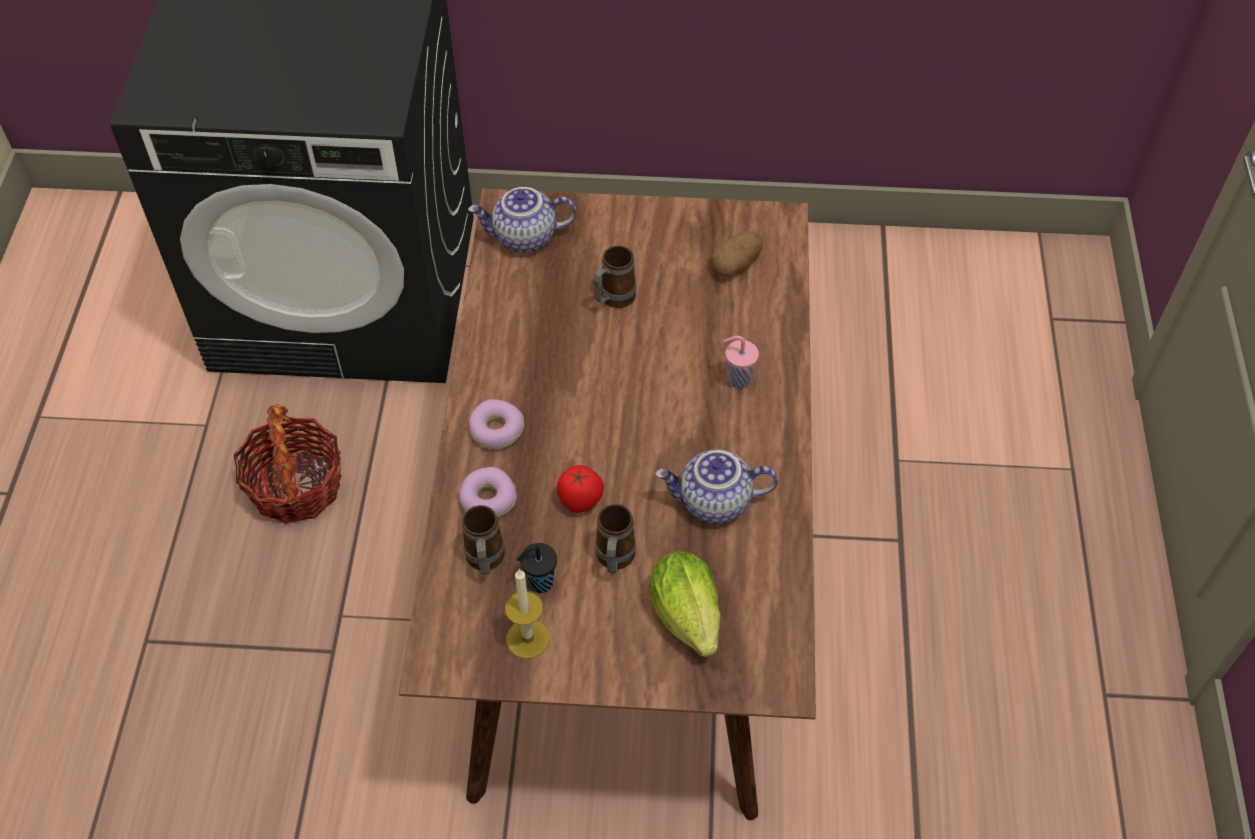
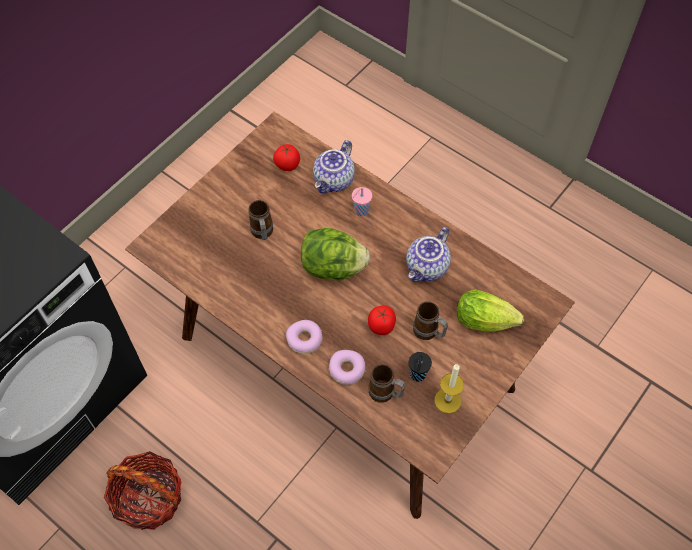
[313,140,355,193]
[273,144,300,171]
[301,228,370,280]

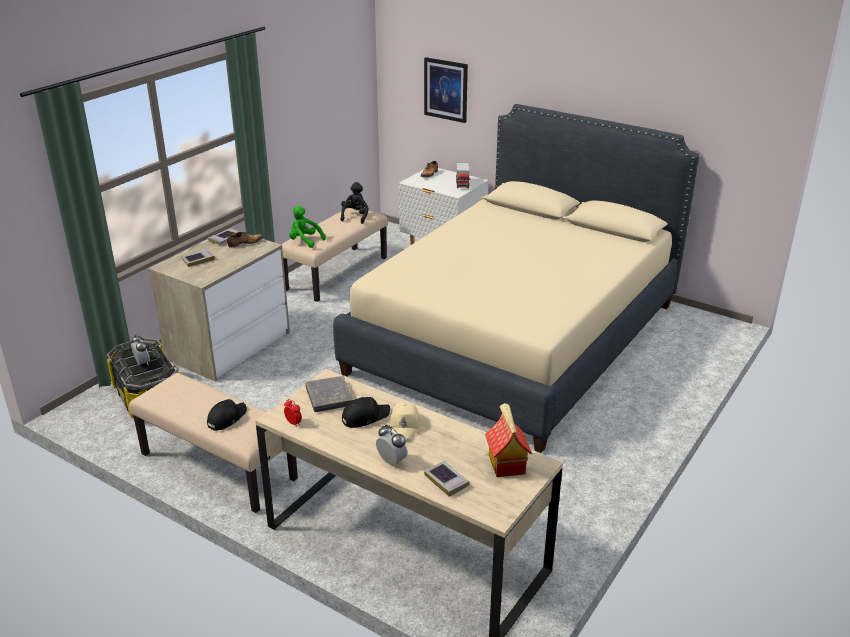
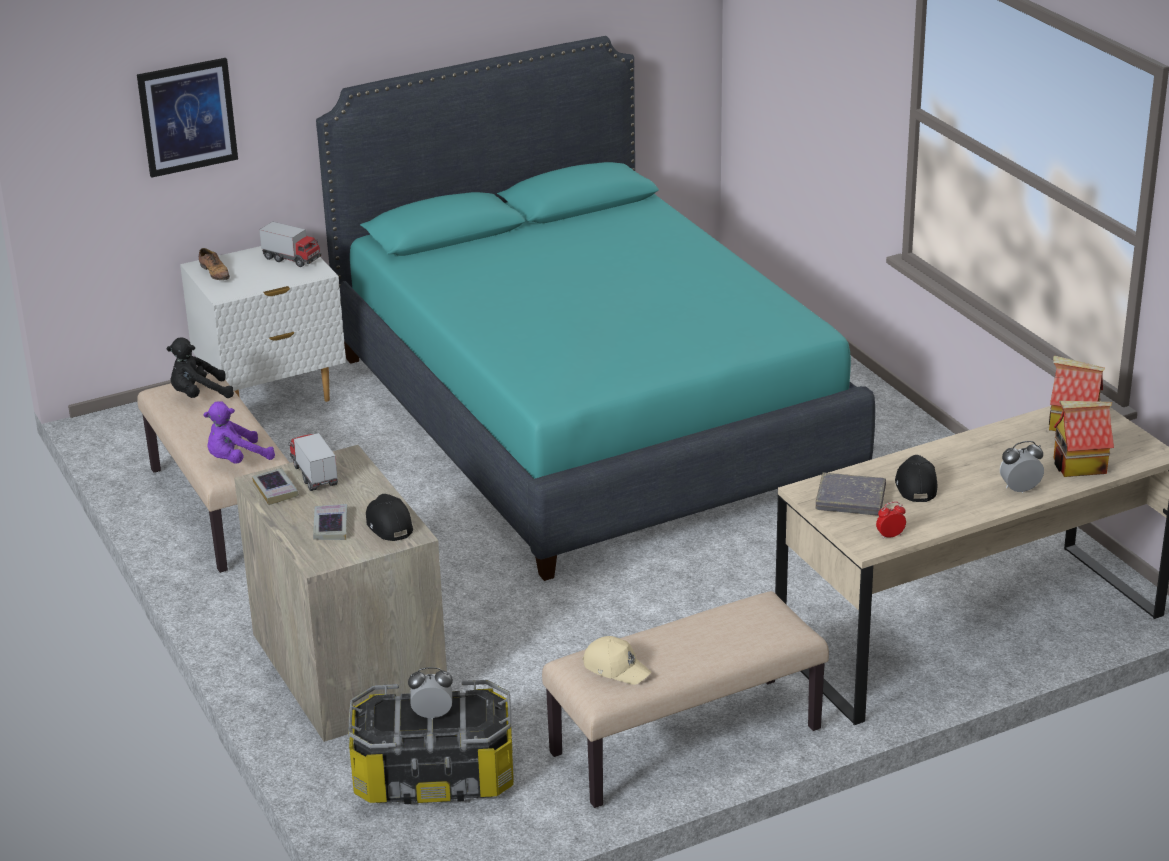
[366,494,413,541]
[288,433,338,491]
[203,401,275,464]
[316,36,875,581]
[166,338,234,398]
[583,636,651,685]
[1053,401,1114,477]

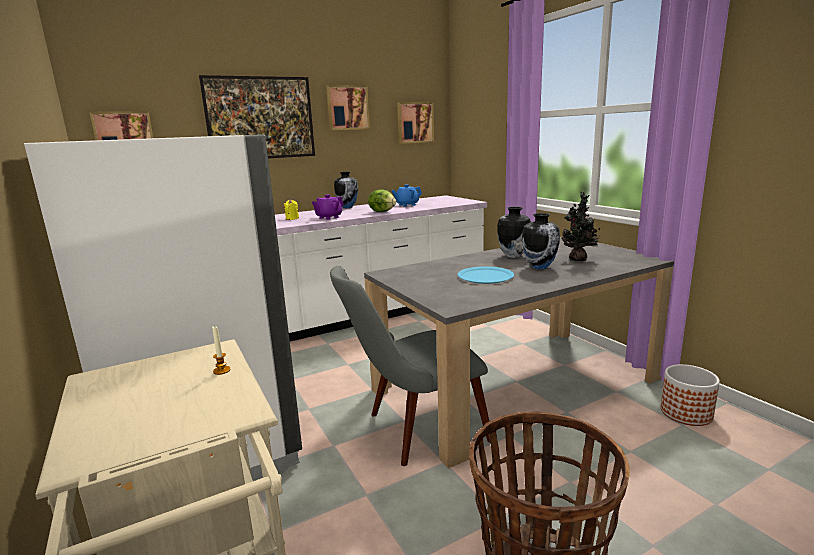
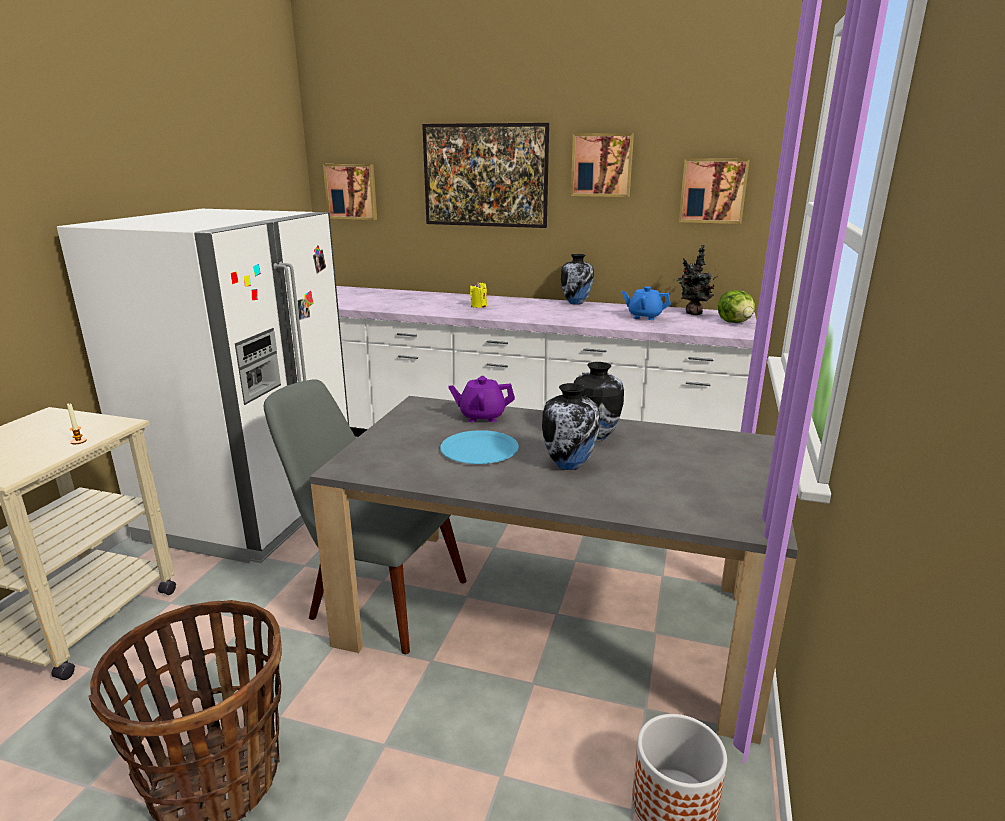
[449,376,515,422]
[718,290,755,323]
[677,244,717,315]

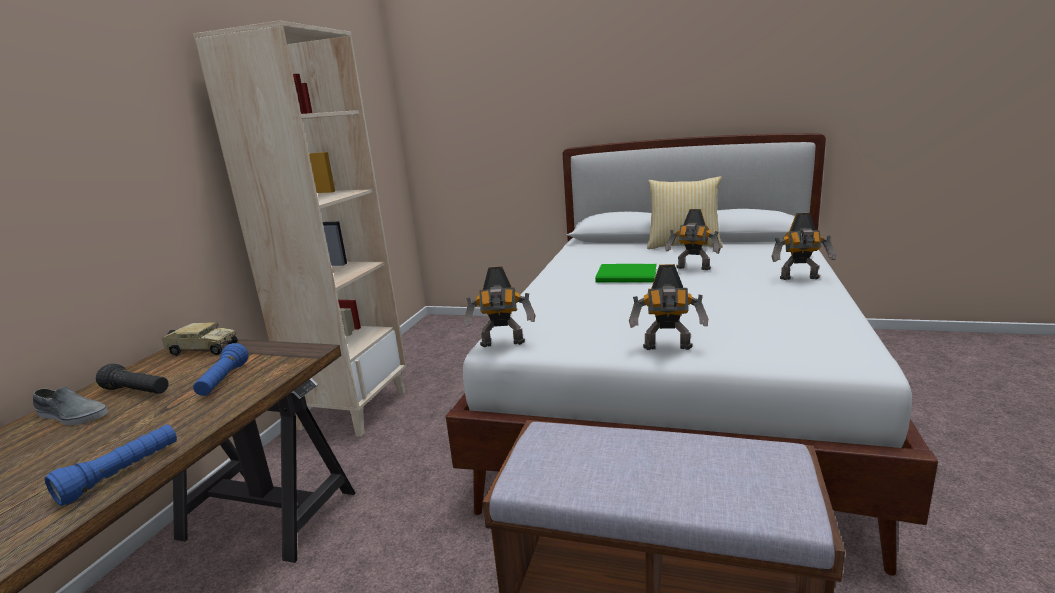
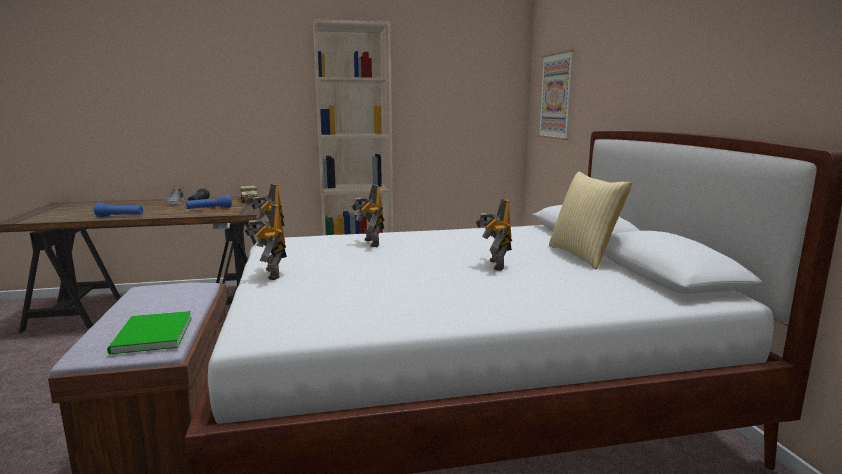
[107,311,192,354]
[351,185,384,247]
[538,50,574,140]

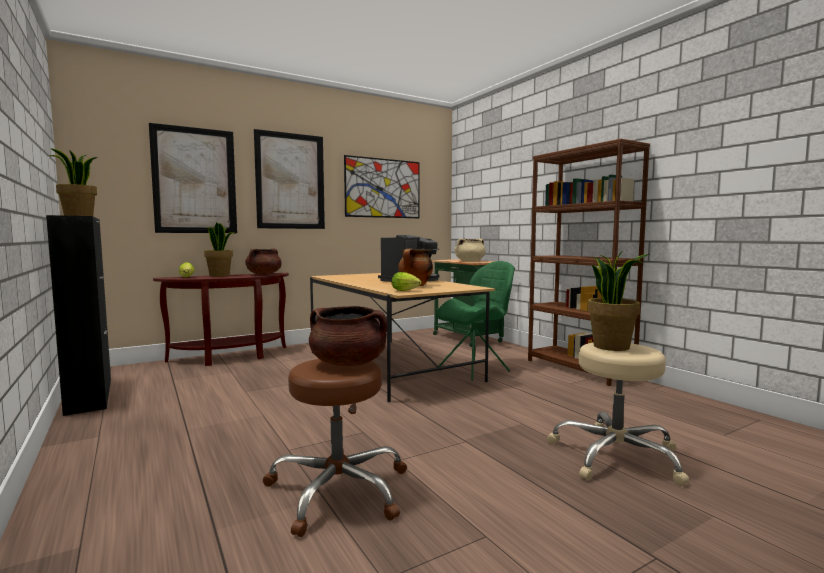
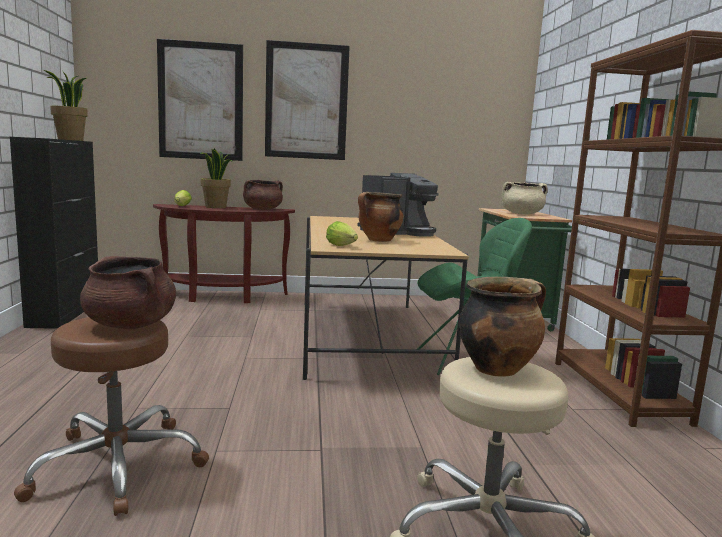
[344,155,420,218] (first image)
[459,277,546,377]

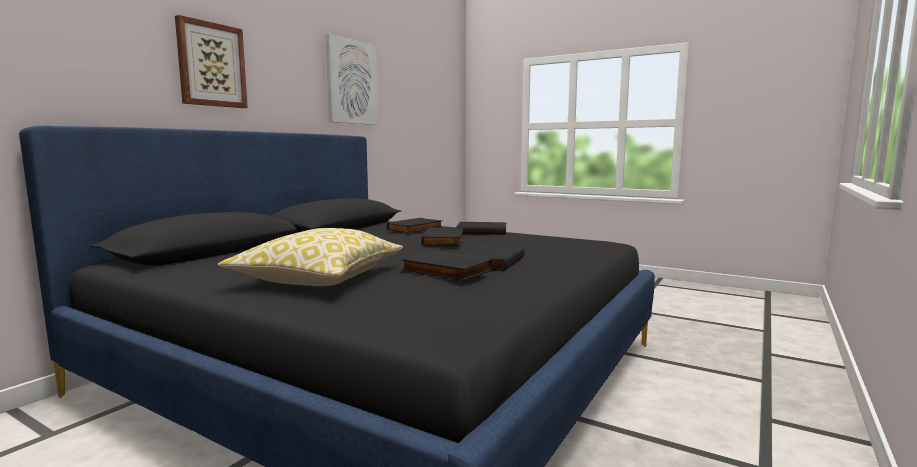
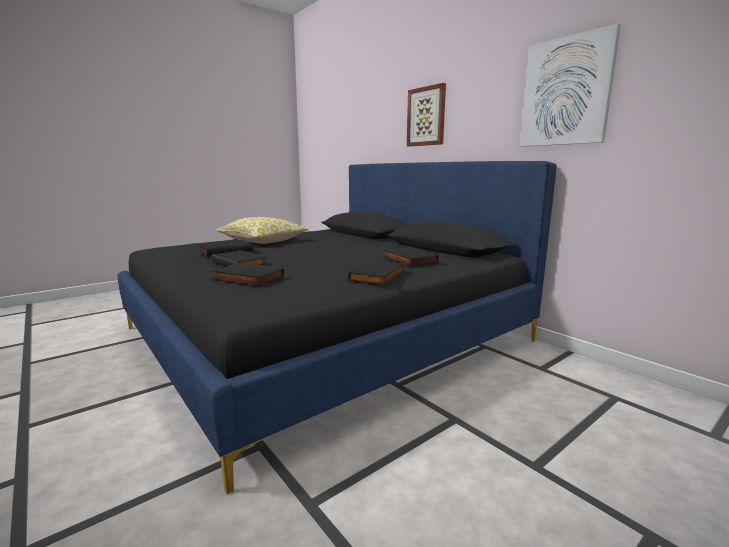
[212,263,284,286]

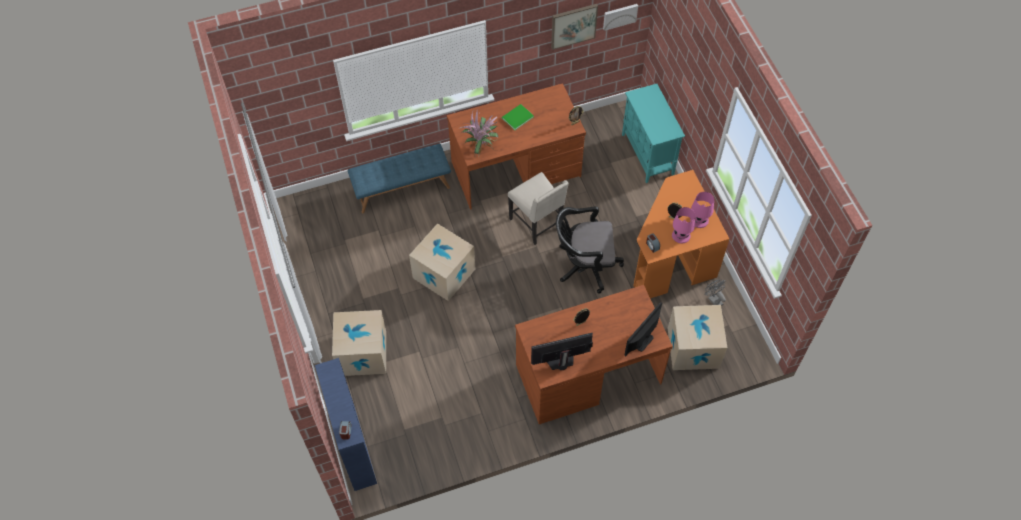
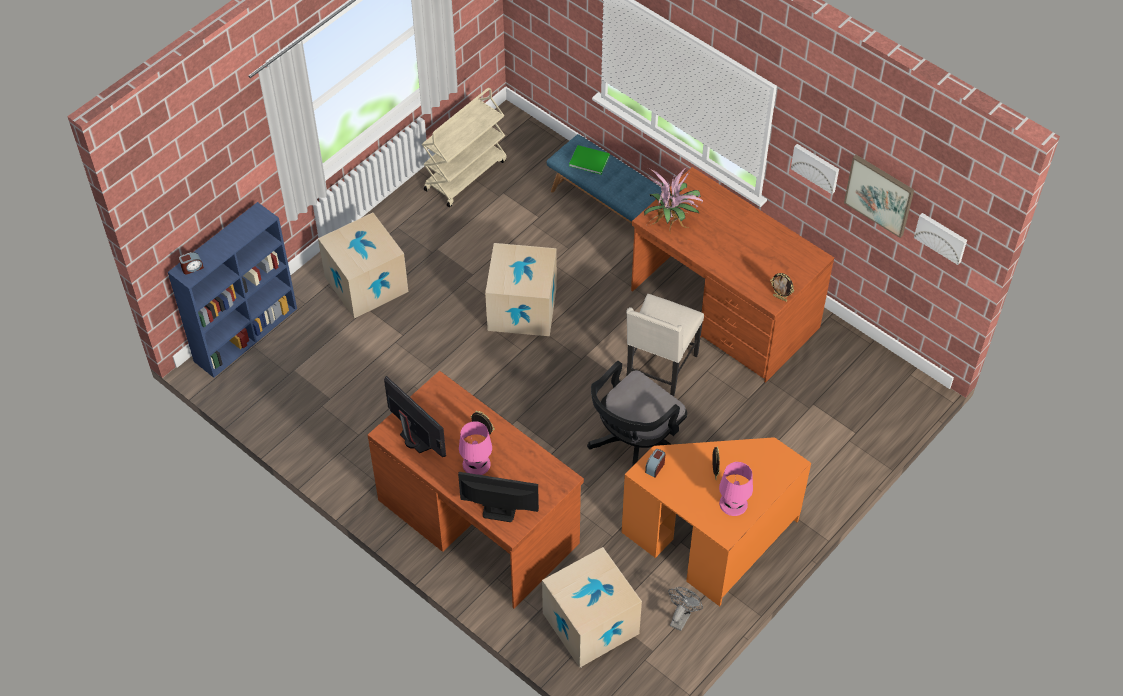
[569,145,610,175]
[587,361,687,467]
[622,84,685,183] (first image)
[459,421,492,475]
[422,88,507,207]
[791,144,839,194]

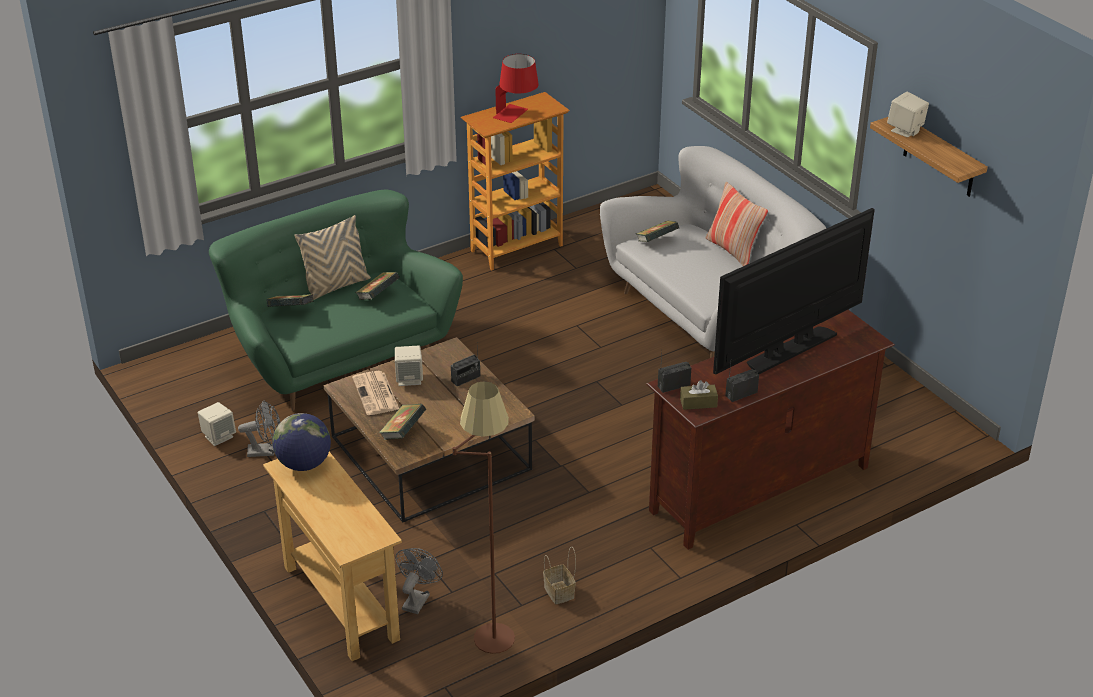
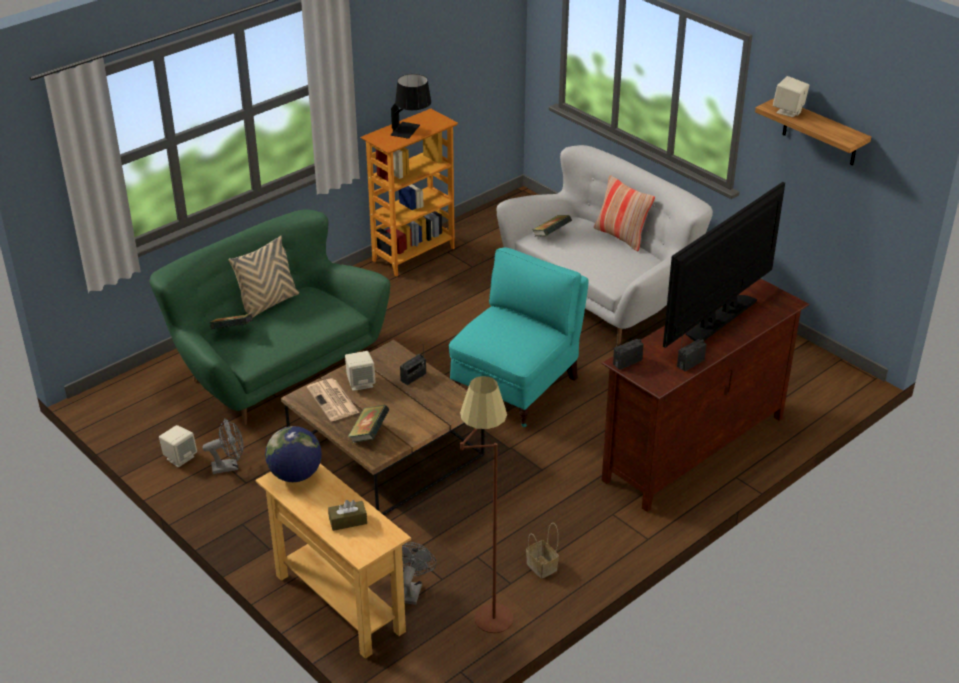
[355,272,400,300] (first image)
[391,74,431,139]
[328,500,367,531]
[449,247,588,427]

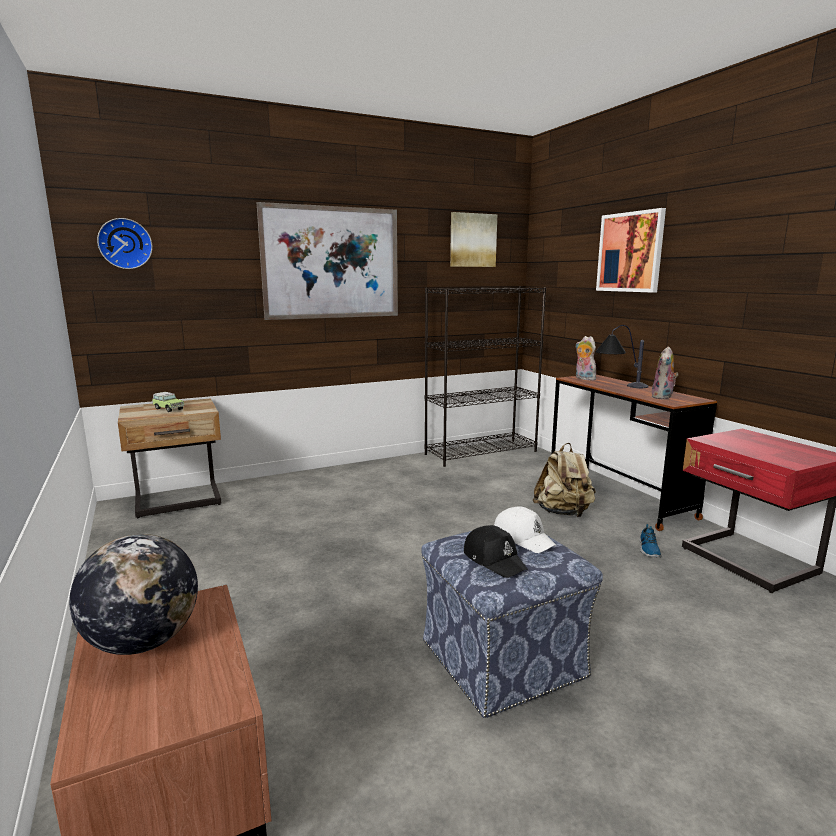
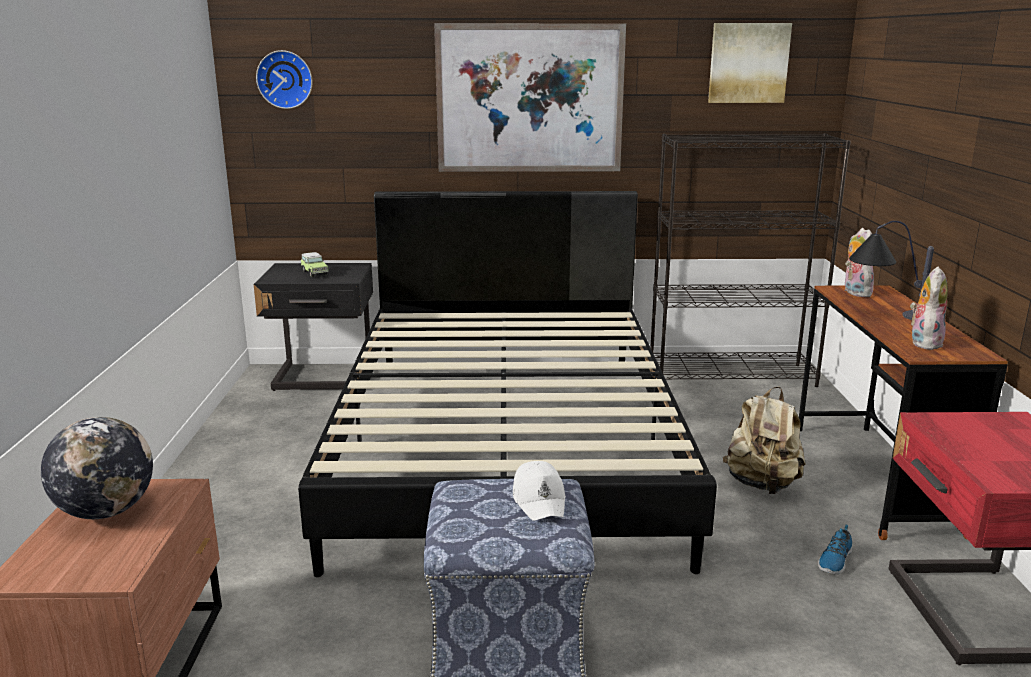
[254,263,373,391]
[464,525,528,578] (first image)
[596,208,666,293] (first image)
[910,266,948,350]
[298,191,717,577]

